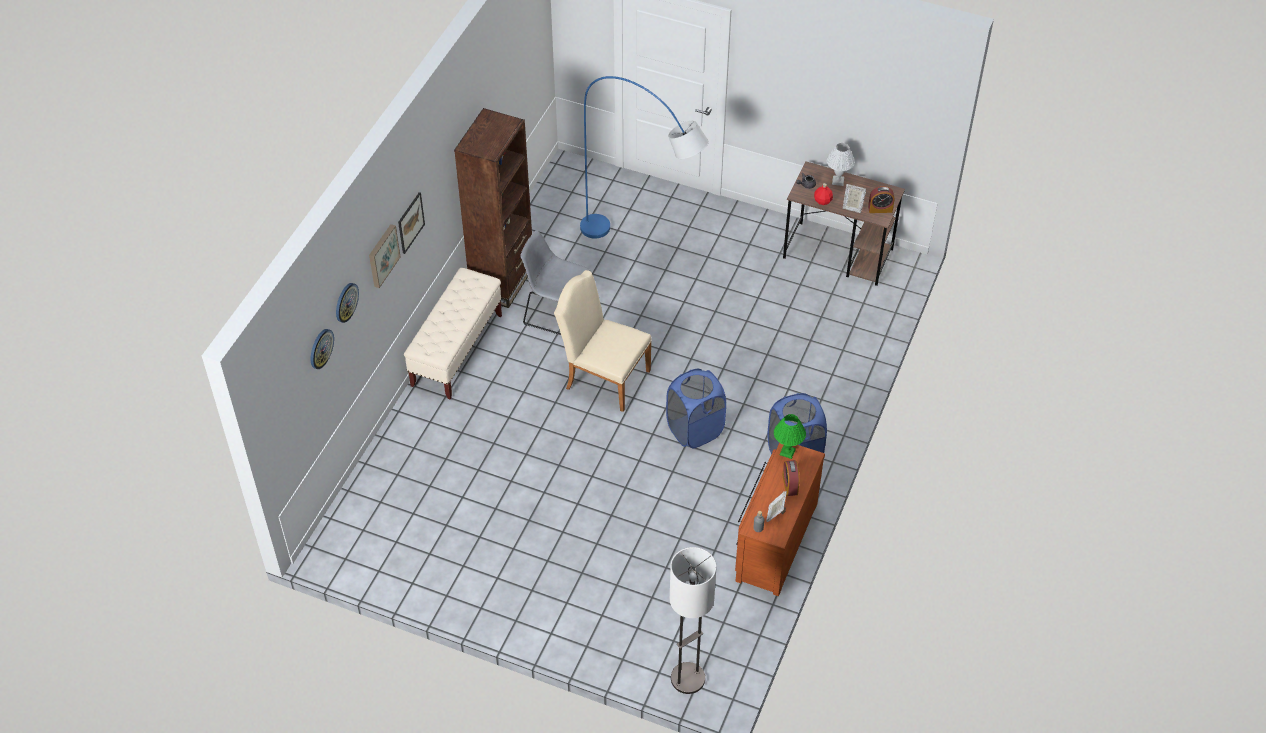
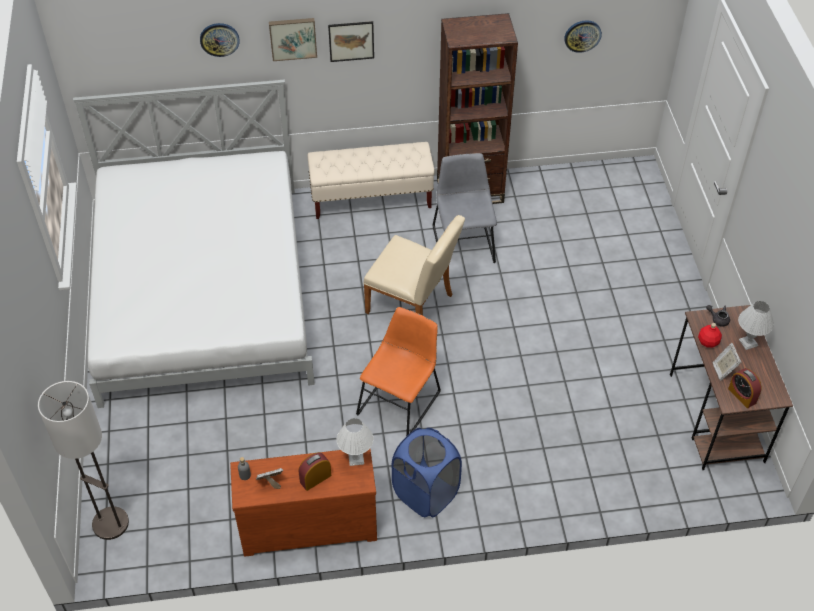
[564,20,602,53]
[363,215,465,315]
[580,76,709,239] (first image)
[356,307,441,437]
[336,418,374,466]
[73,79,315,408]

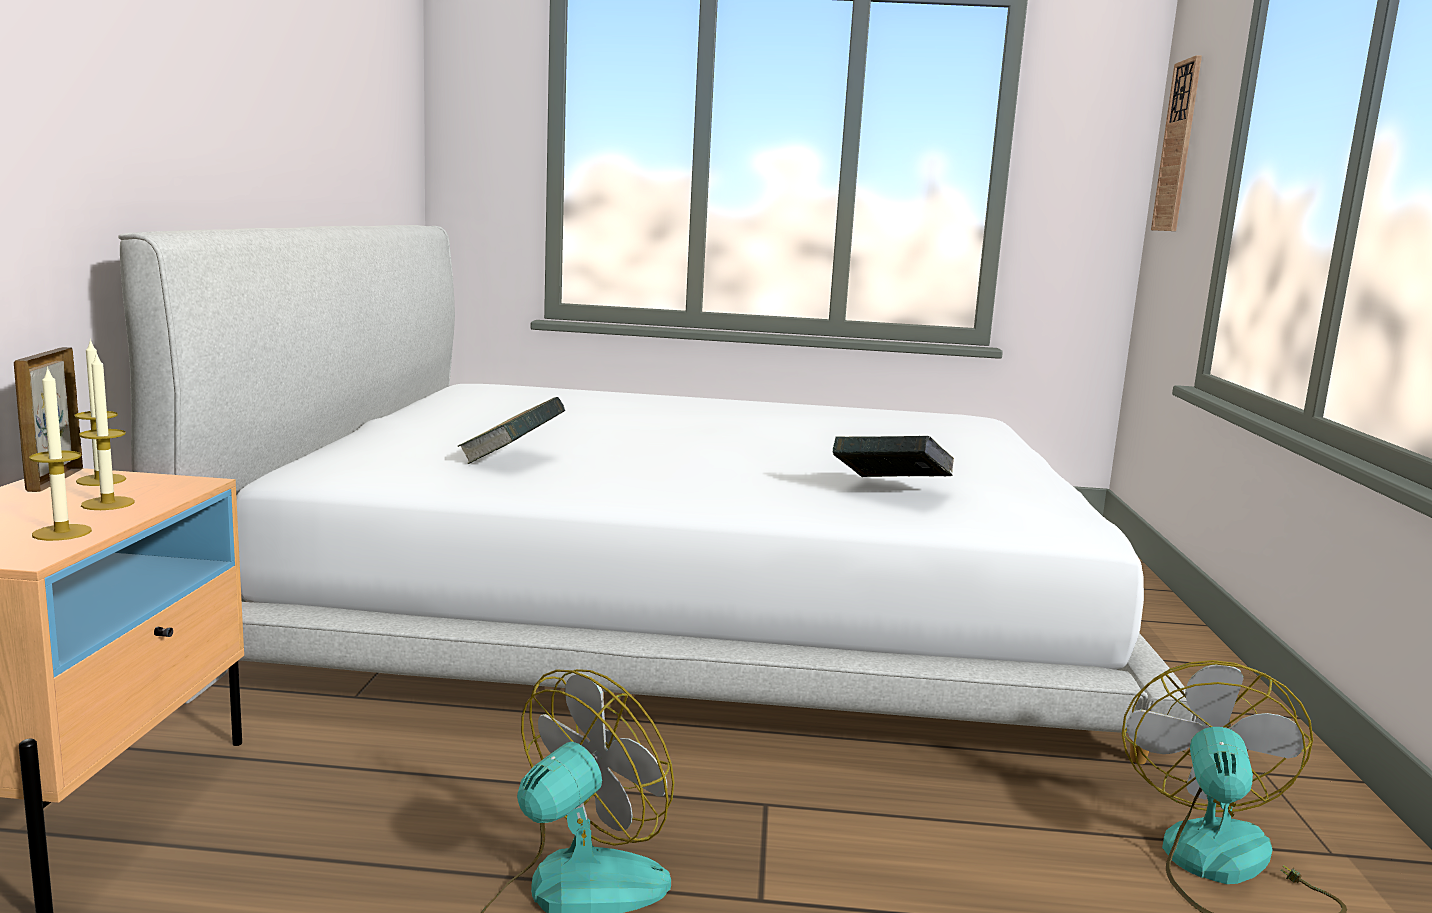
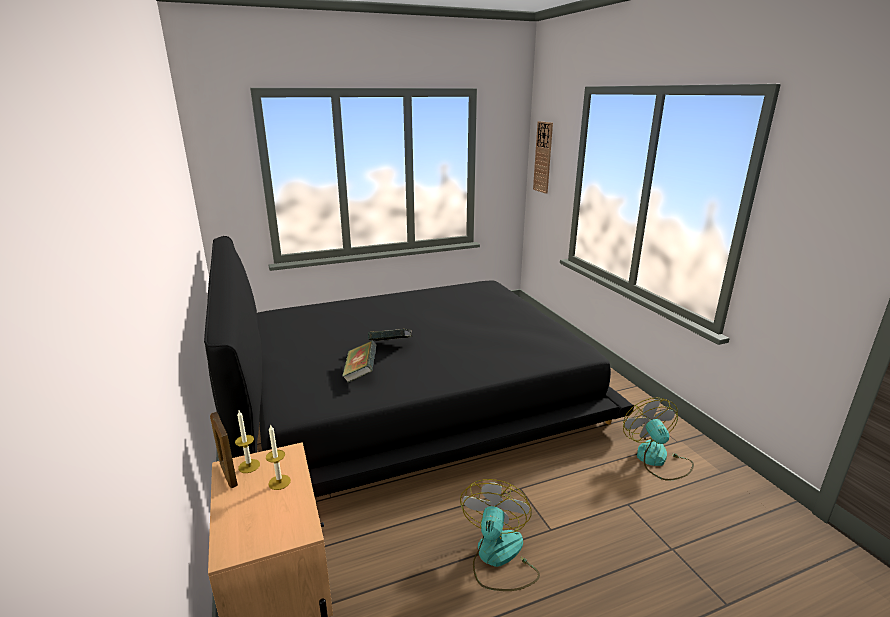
[29,366,92,541] (first image)
[204,236,634,497]
[368,329,412,341]

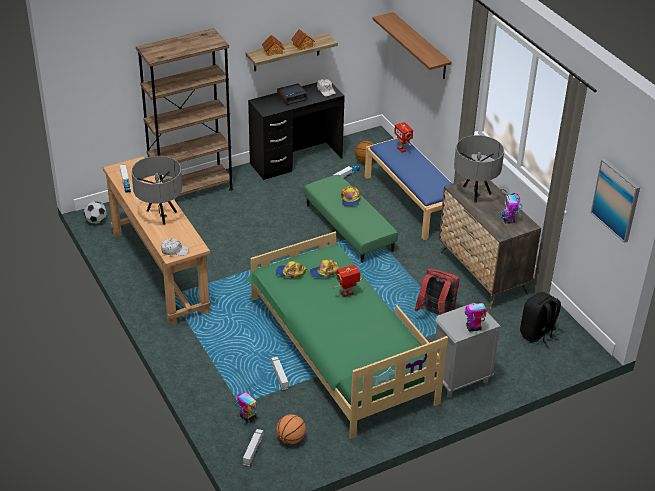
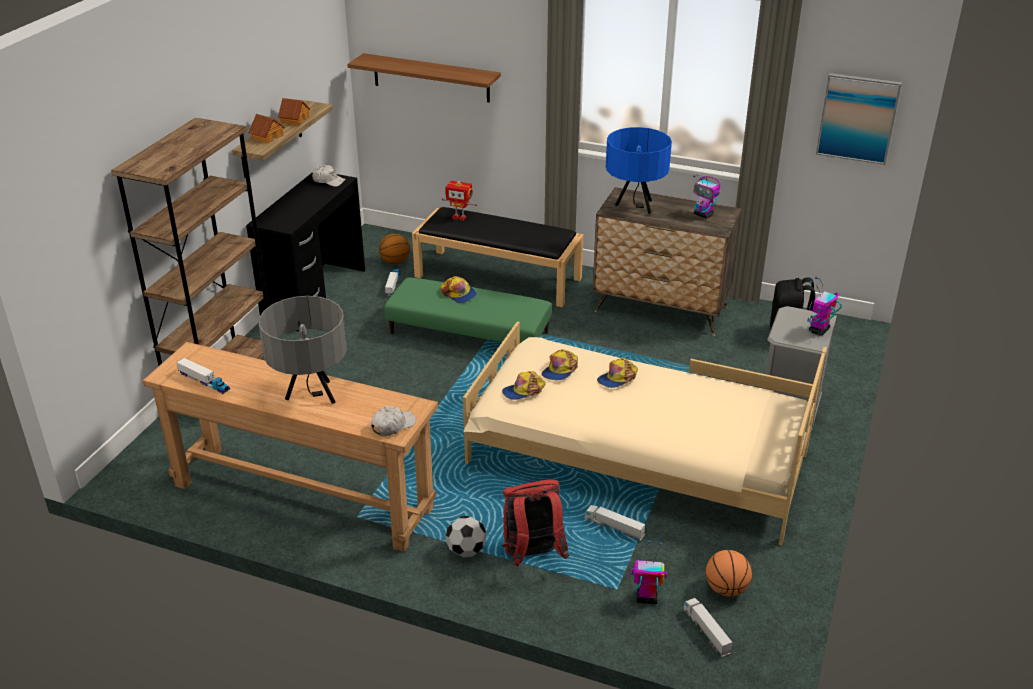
[446,516,486,558]
[463,321,827,546]
[277,83,308,105] (first image)
[597,358,638,388]
[412,207,584,307]
[502,479,569,566]
[606,127,672,214]

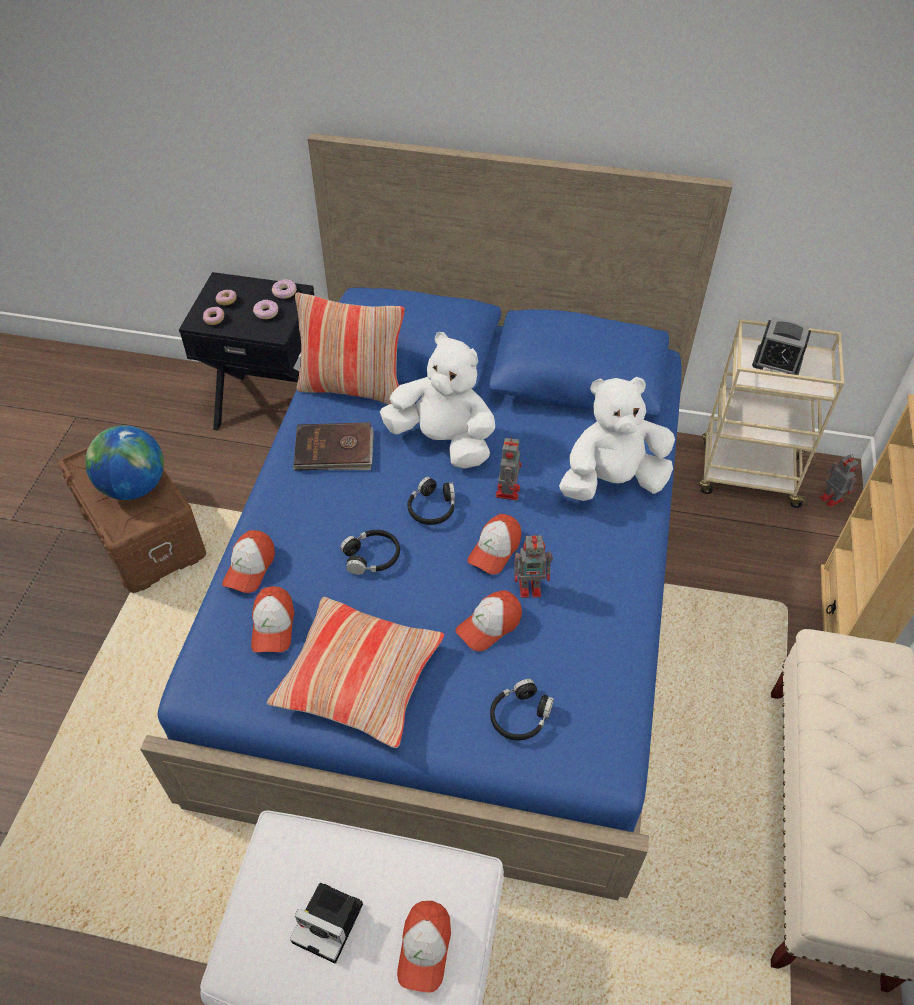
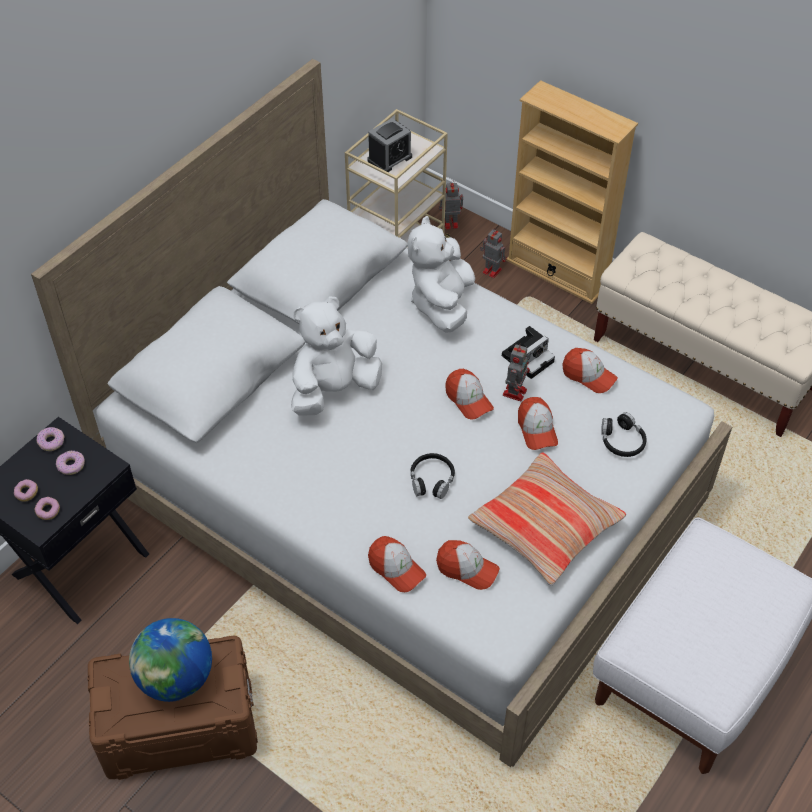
[31,59,732,767]
[502,326,555,379]
[293,422,374,471] (first image)
[295,293,405,404] (first image)
[563,348,618,393]
[407,477,455,525] (first image)
[480,228,507,278]

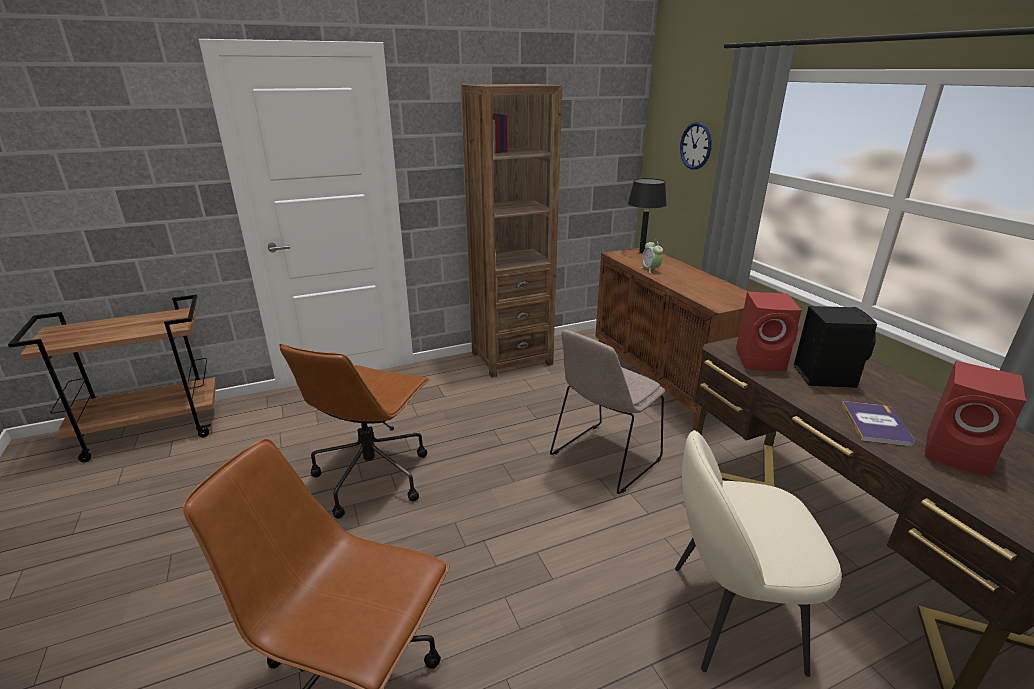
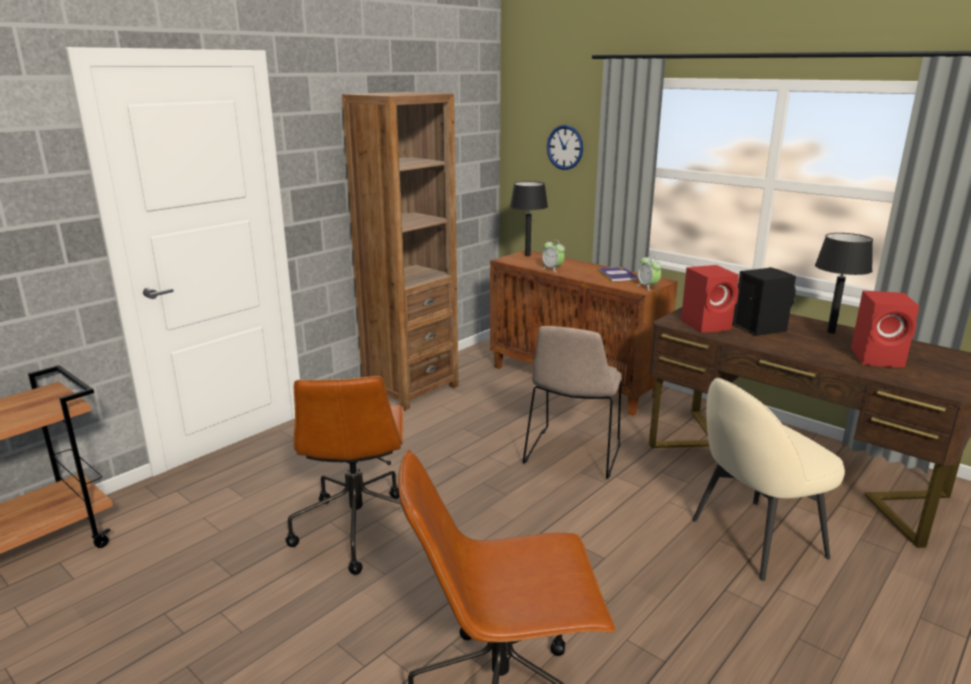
[597,267,637,282]
[637,254,662,291]
[815,233,873,333]

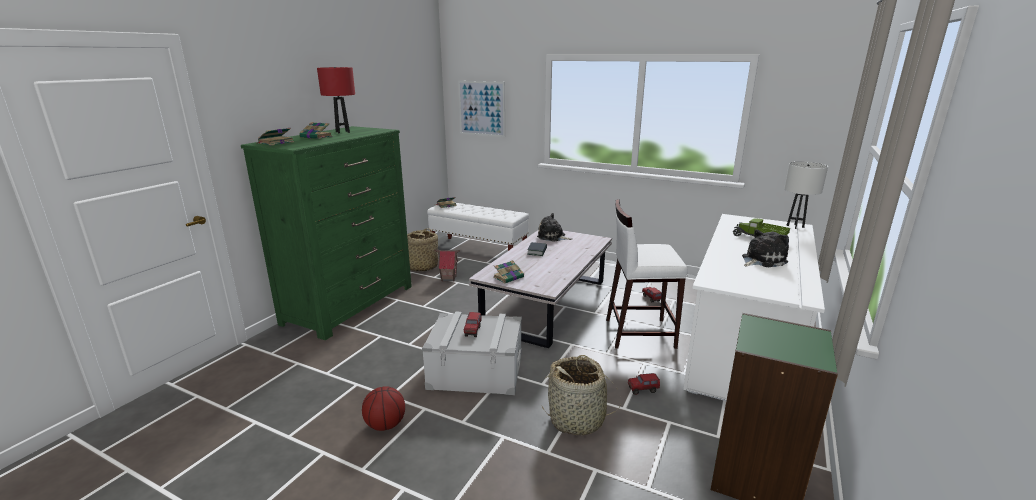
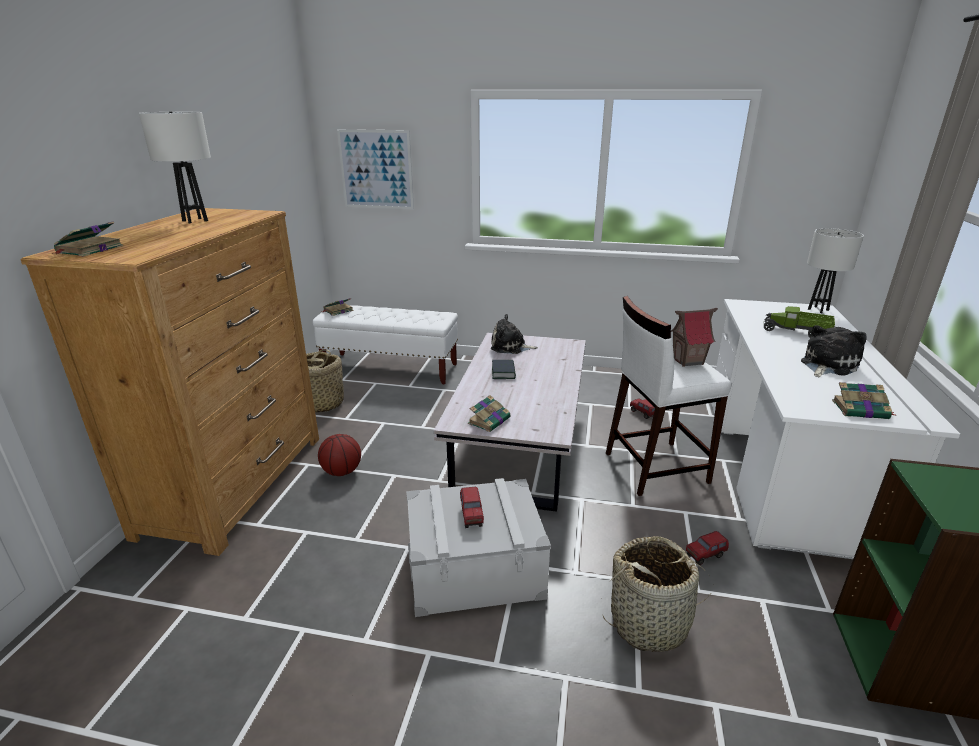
[20,208,319,556]
[832,382,895,419]
[139,112,211,224]
[318,434,361,476]
[671,308,718,367]

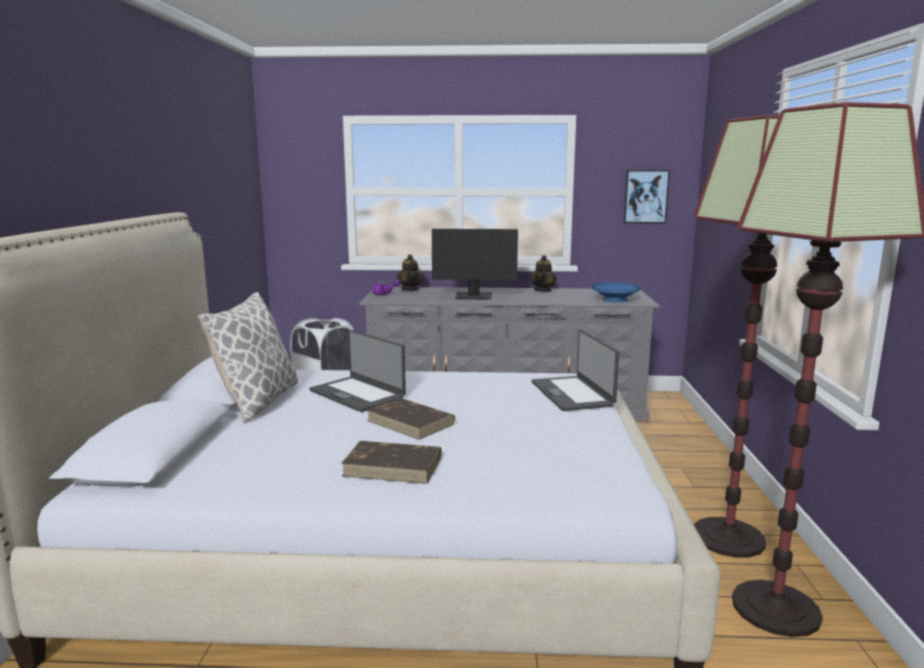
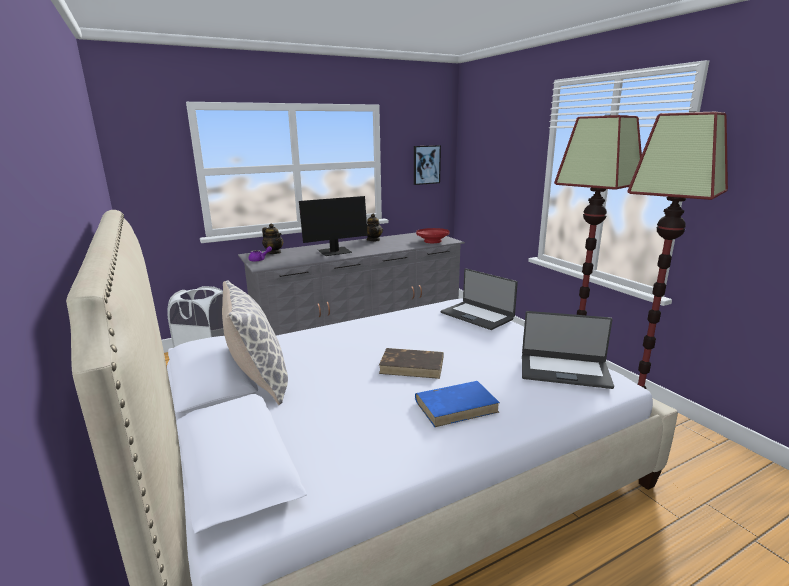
[522,311,614,389]
[415,381,500,427]
[416,228,449,243]

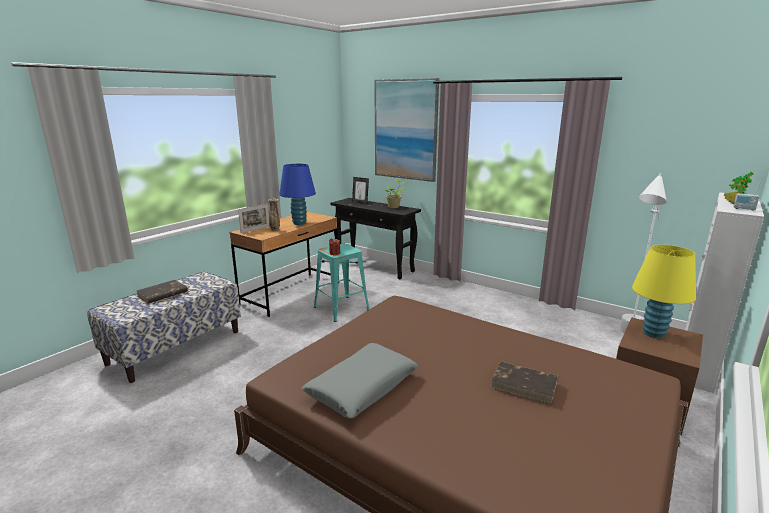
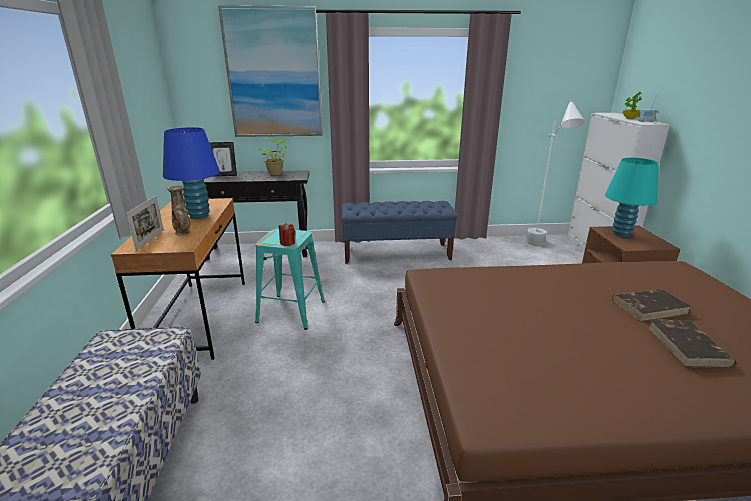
[647,319,736,368]
[302,343,418,418] (first image)
[605,158,659,237]
[341,201,458,264]

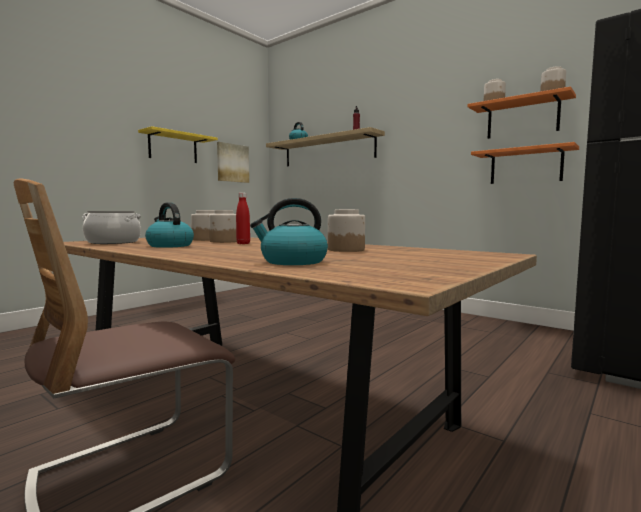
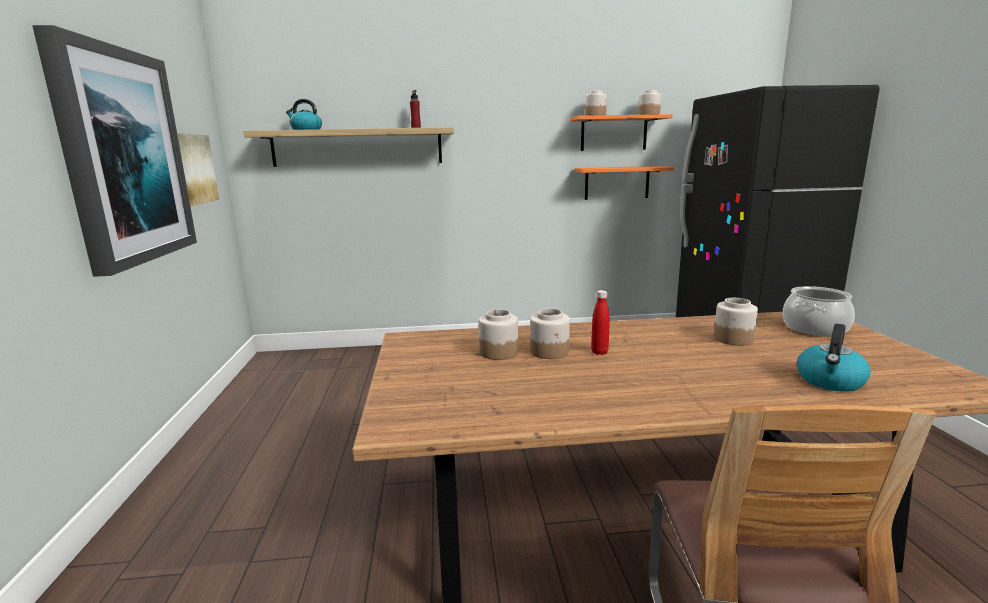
[782,286,855,337]
[32,25,197,277]
[145,202,194,248] (first image)

